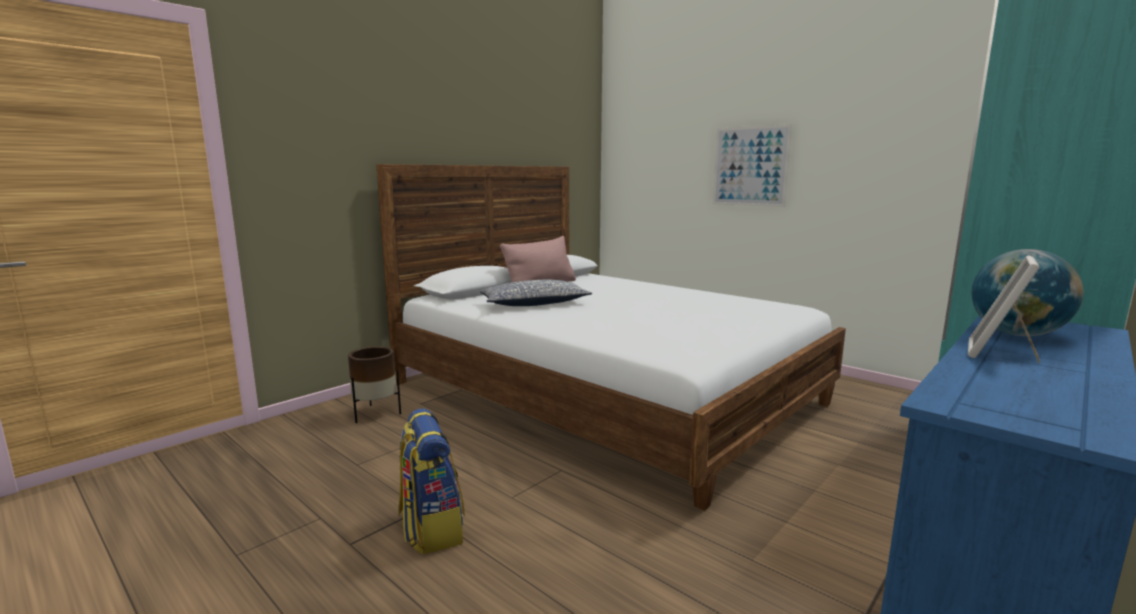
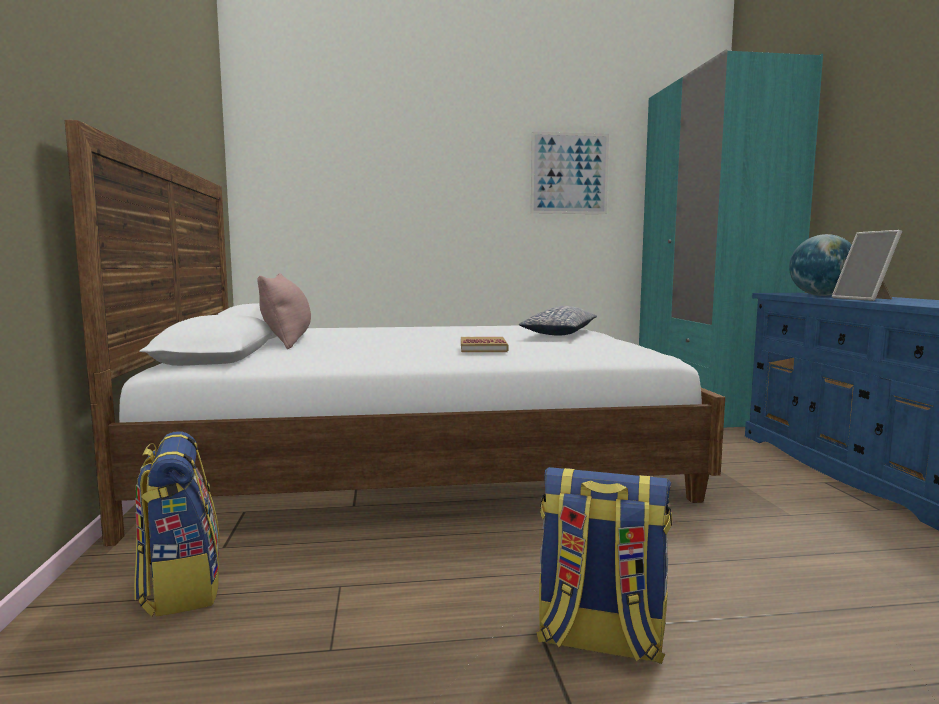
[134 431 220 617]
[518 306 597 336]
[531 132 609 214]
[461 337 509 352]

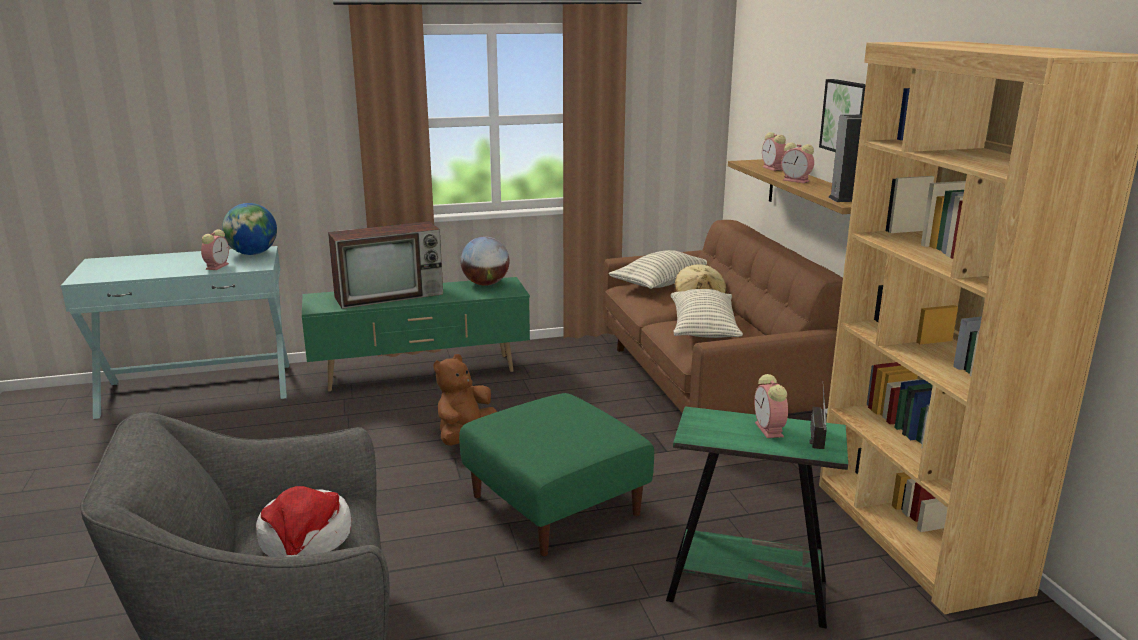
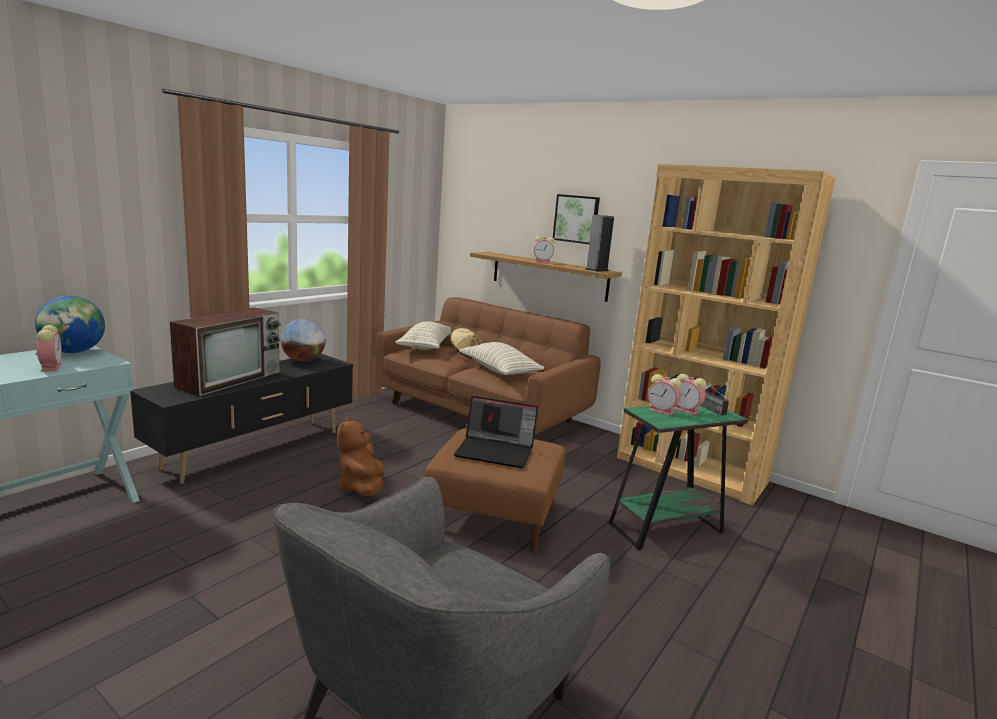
[256 486 351 557] (first image)
[130 354 353 484]
[425 428 566 551]
[648 374 682 416]
[454 396 538 468]

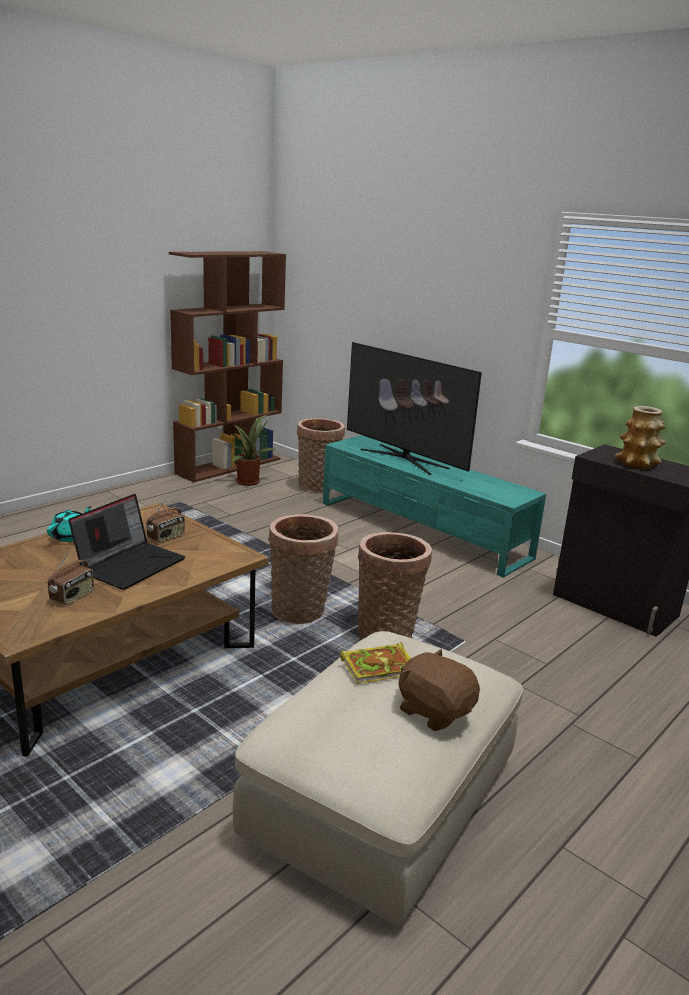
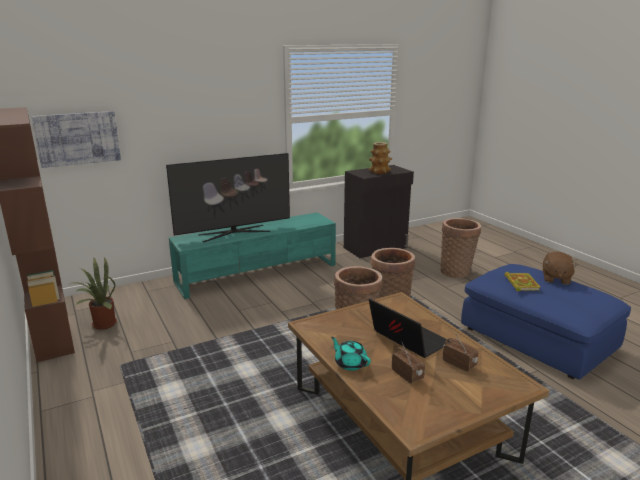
[392 343 425 384]
[461 264 631 380]
[441 218 481 278]
[543 251 578 285]
[31 111 121 168]

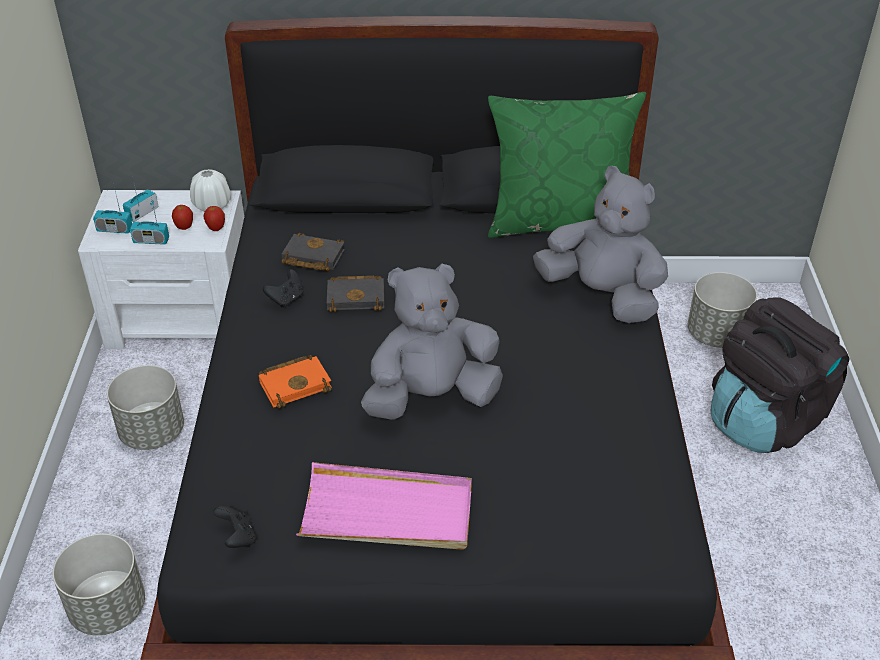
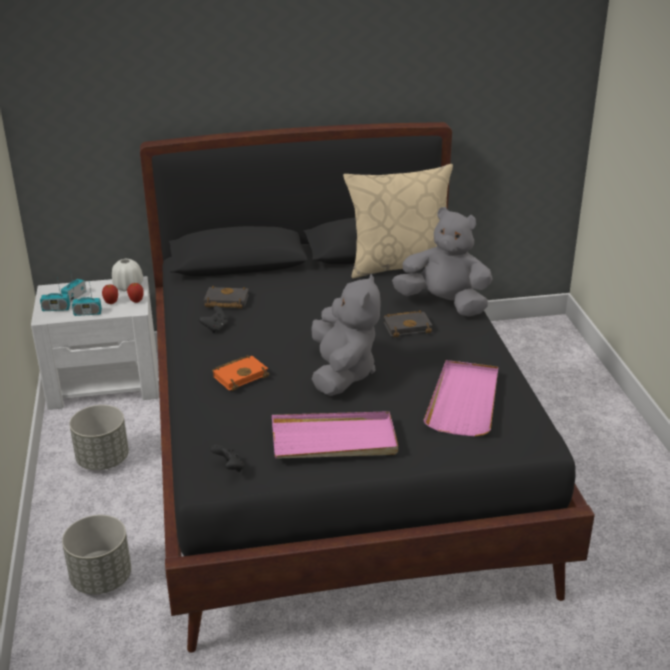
[384 310 432 337]
[311 274 381 396]
[343 164 453 278]
[688 272 757 348] (first image)
[711 297 850 453] (first image)
[423 360 498 437]

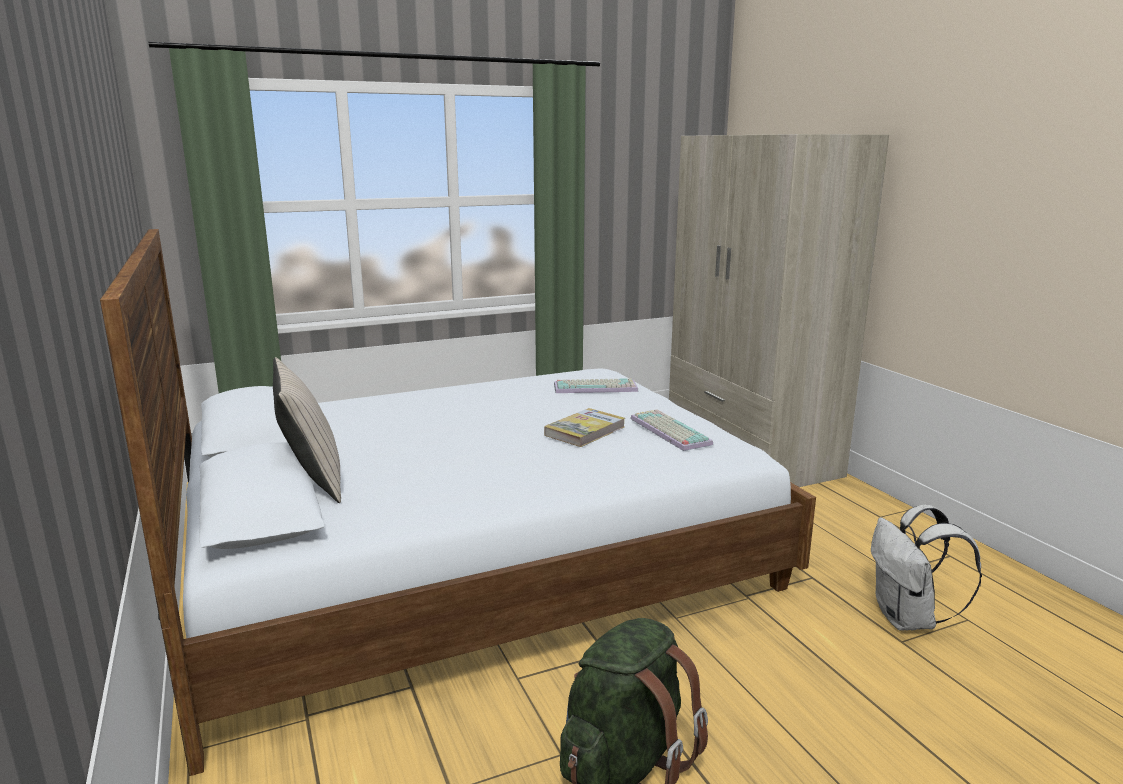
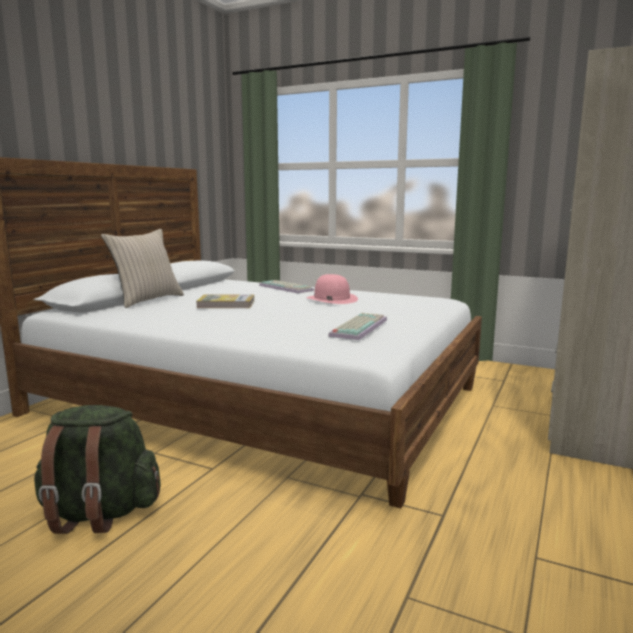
[196 295 254 308]
[259 280 314 293]
[871 505 982 631] (first image)
[306 274 358 304]

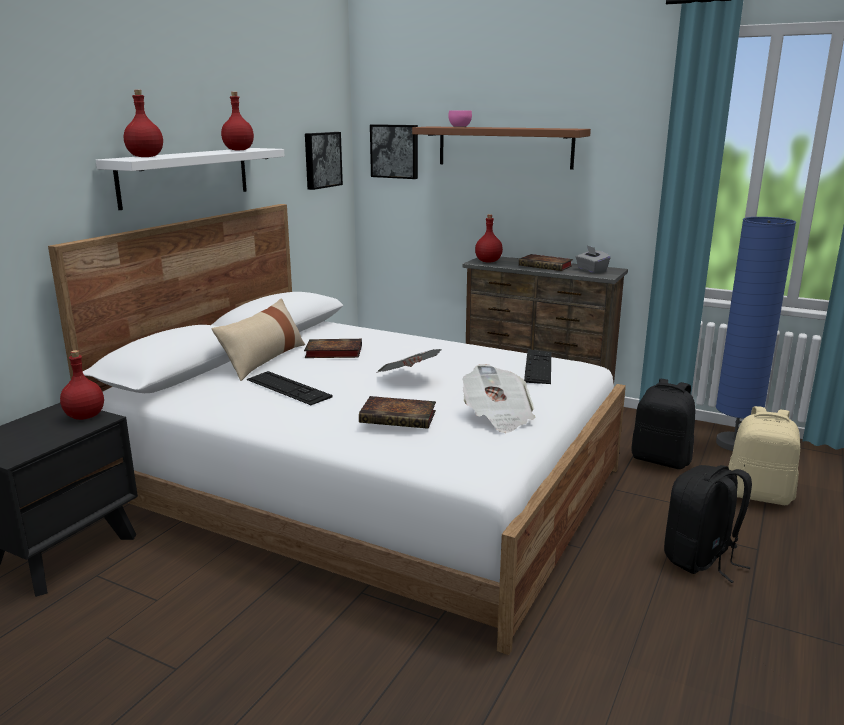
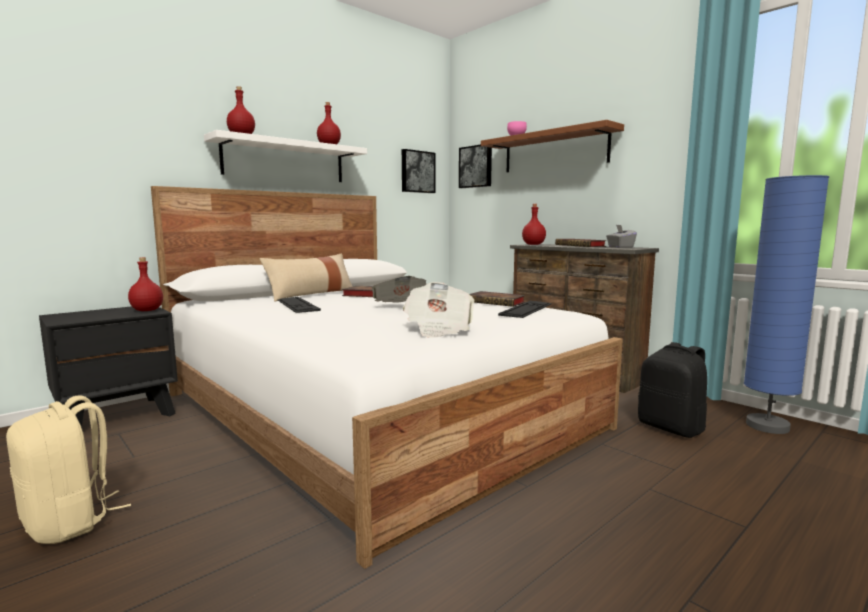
[469 291 526 307]
[664 465 752 583] (first image)
[6 395 131 544]

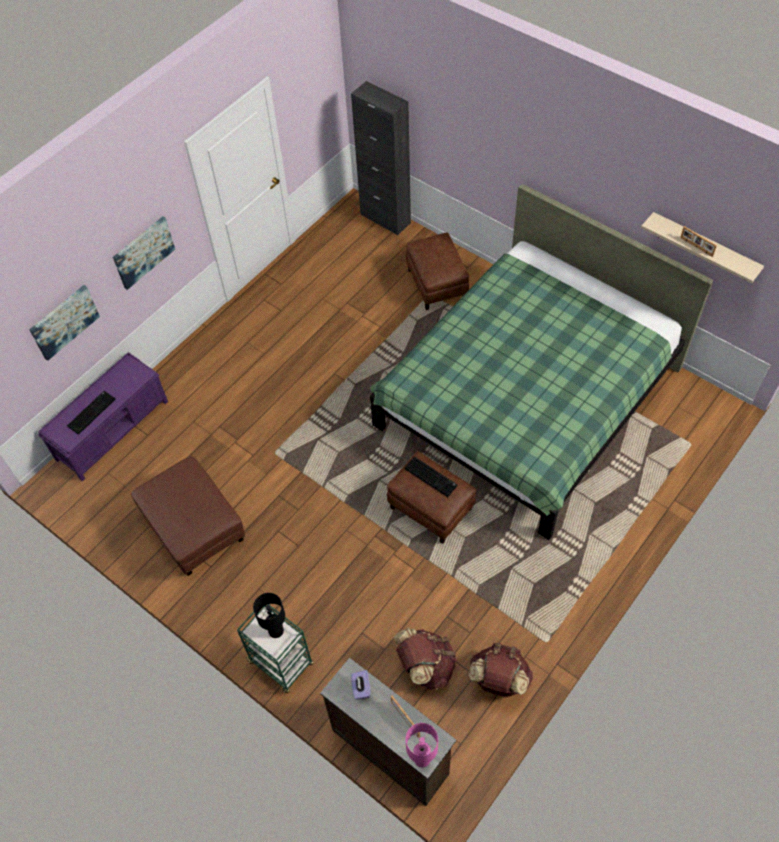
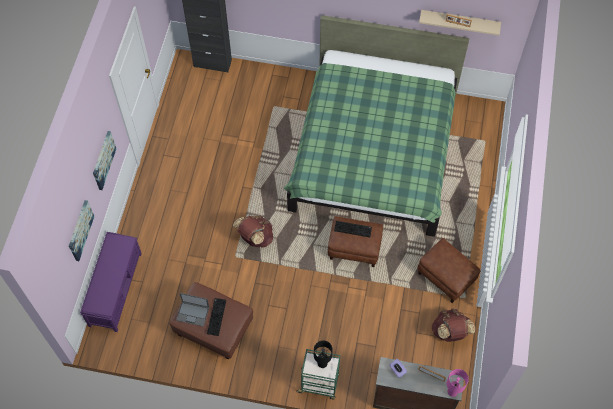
[207 298 226 336]
[233 215 273 247]
[417 238 481 303]
[176 293 209 327]

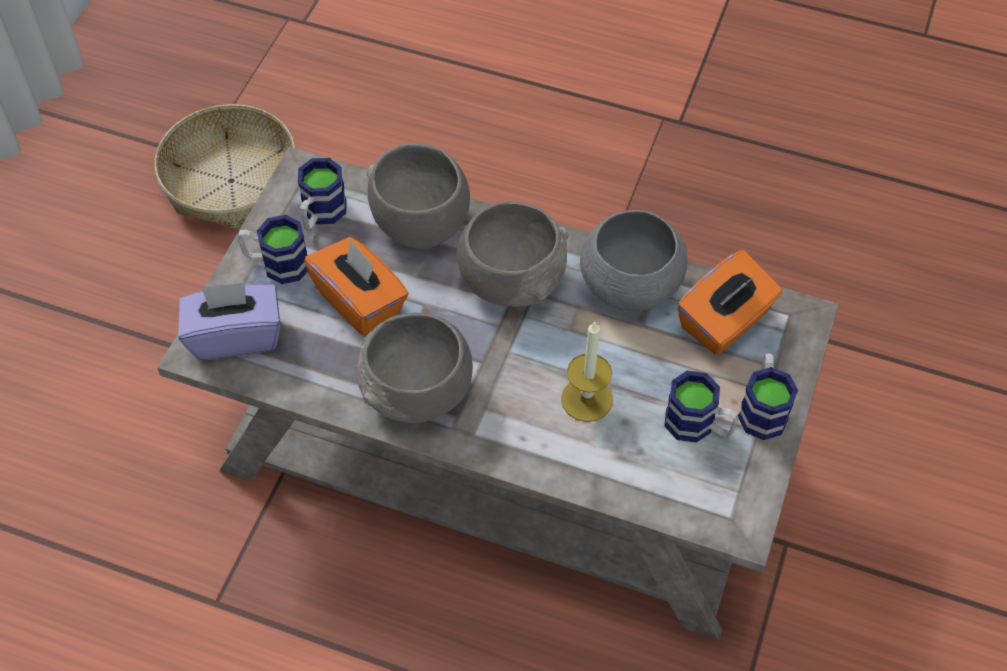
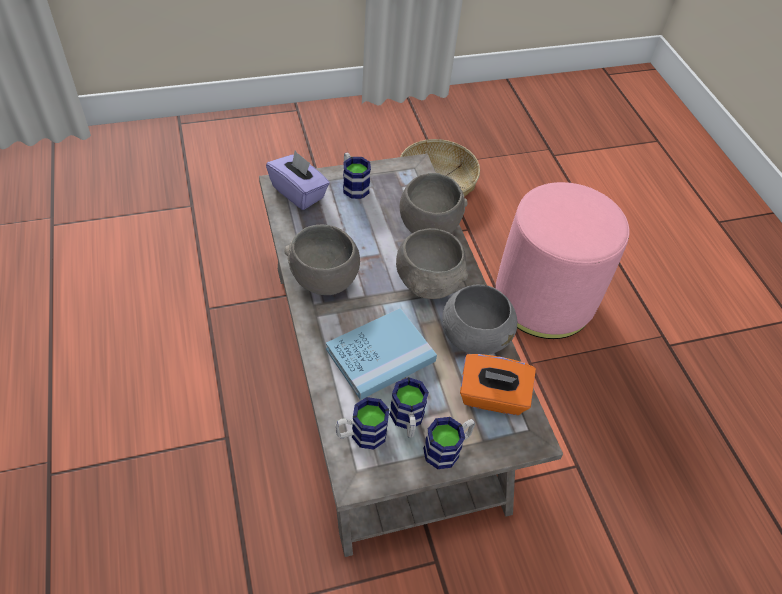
[335 397 390 450]
[304 237 409 336] (first image)
[326 308 437 400]
[496 182 630 339]

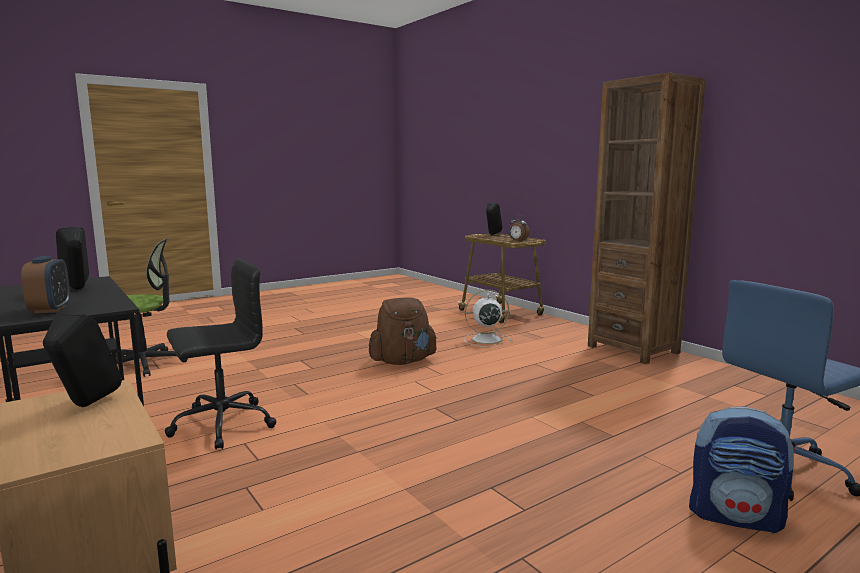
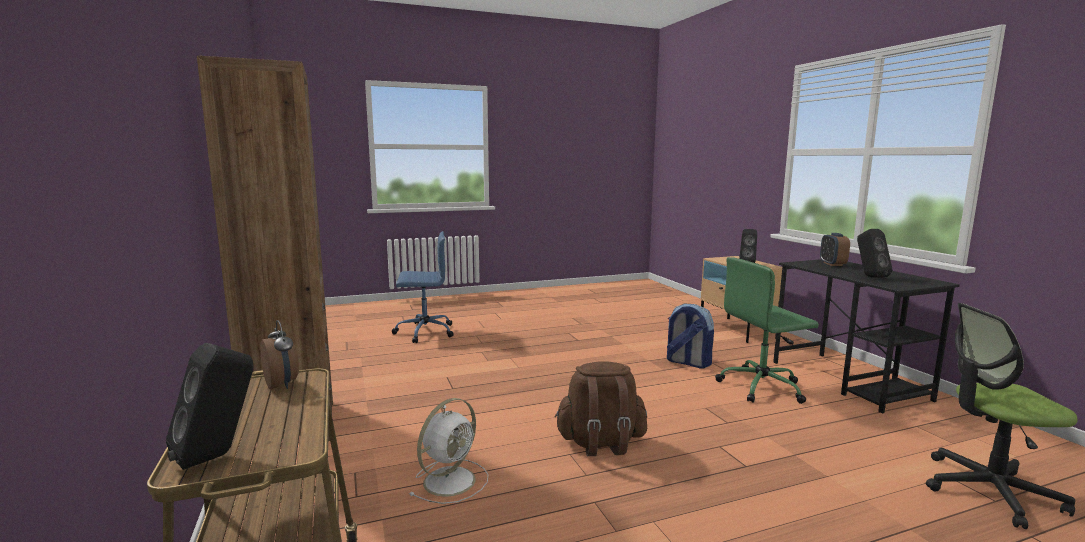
[715 257 819 404]
[409 398 488 504]
[667 304 714 368]

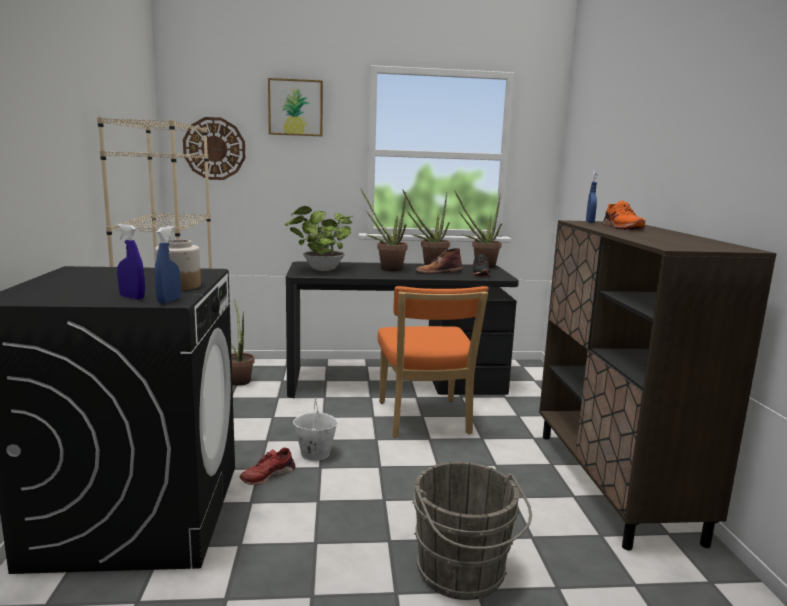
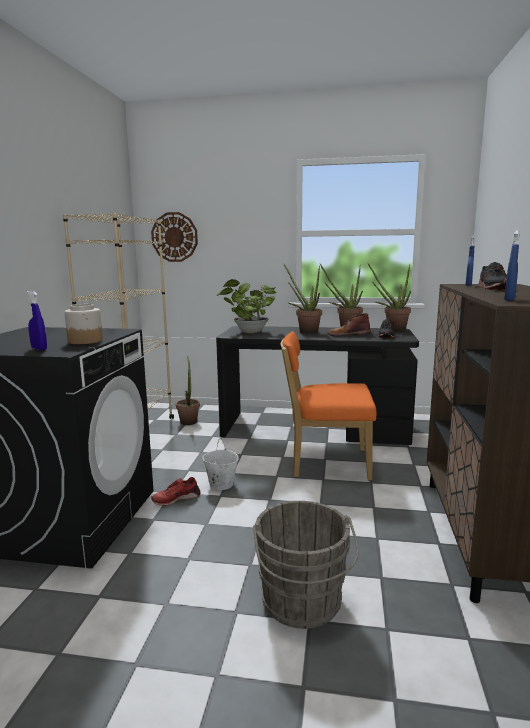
[504 230 520 301]
[268 78 323 136] (first image)
[281 331 377 481]
[478 262 507 290]

